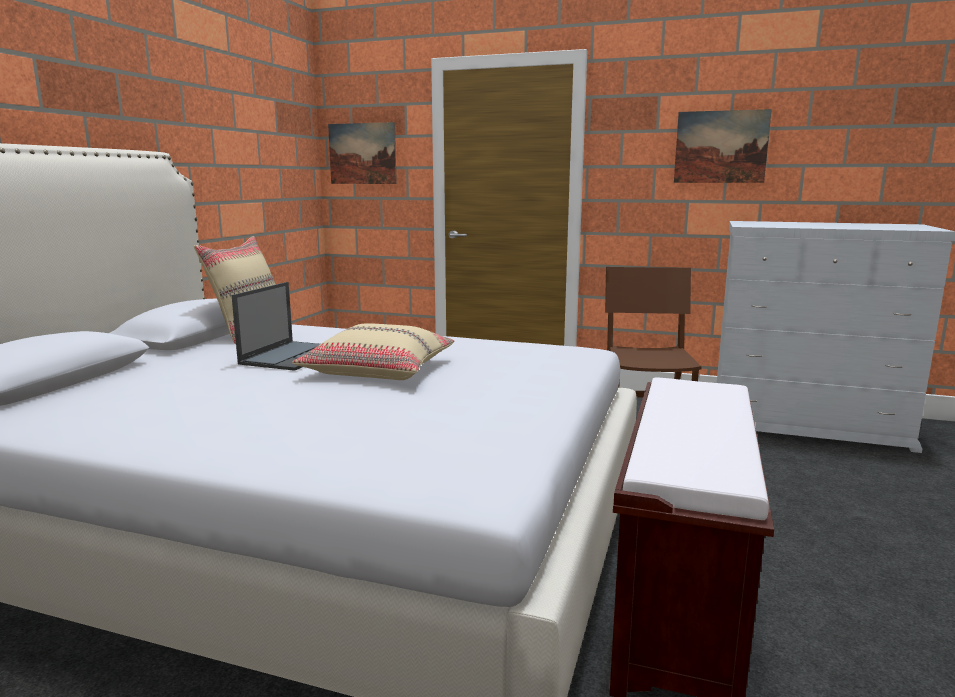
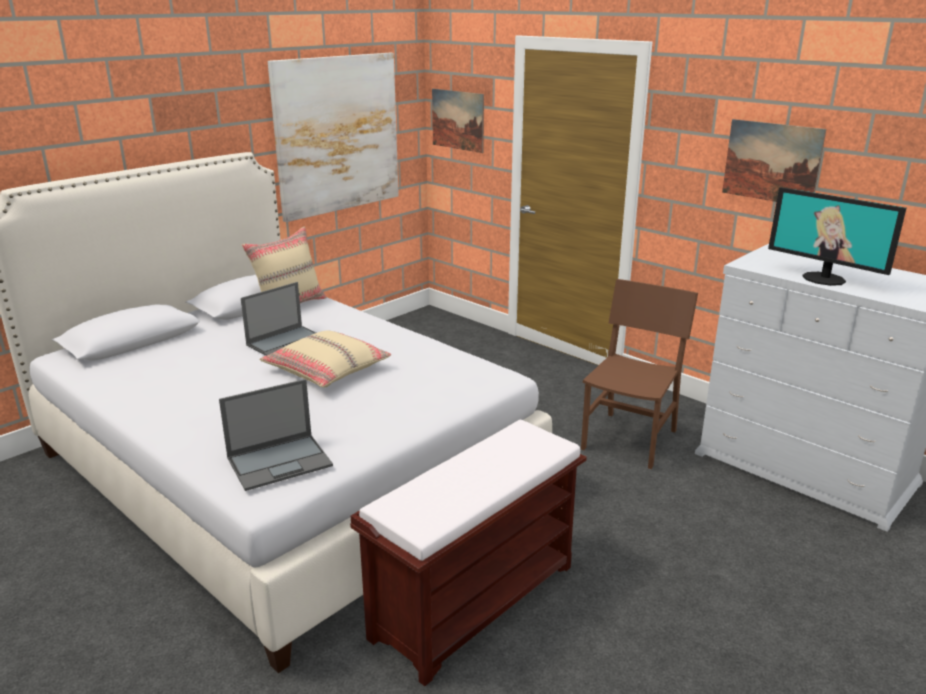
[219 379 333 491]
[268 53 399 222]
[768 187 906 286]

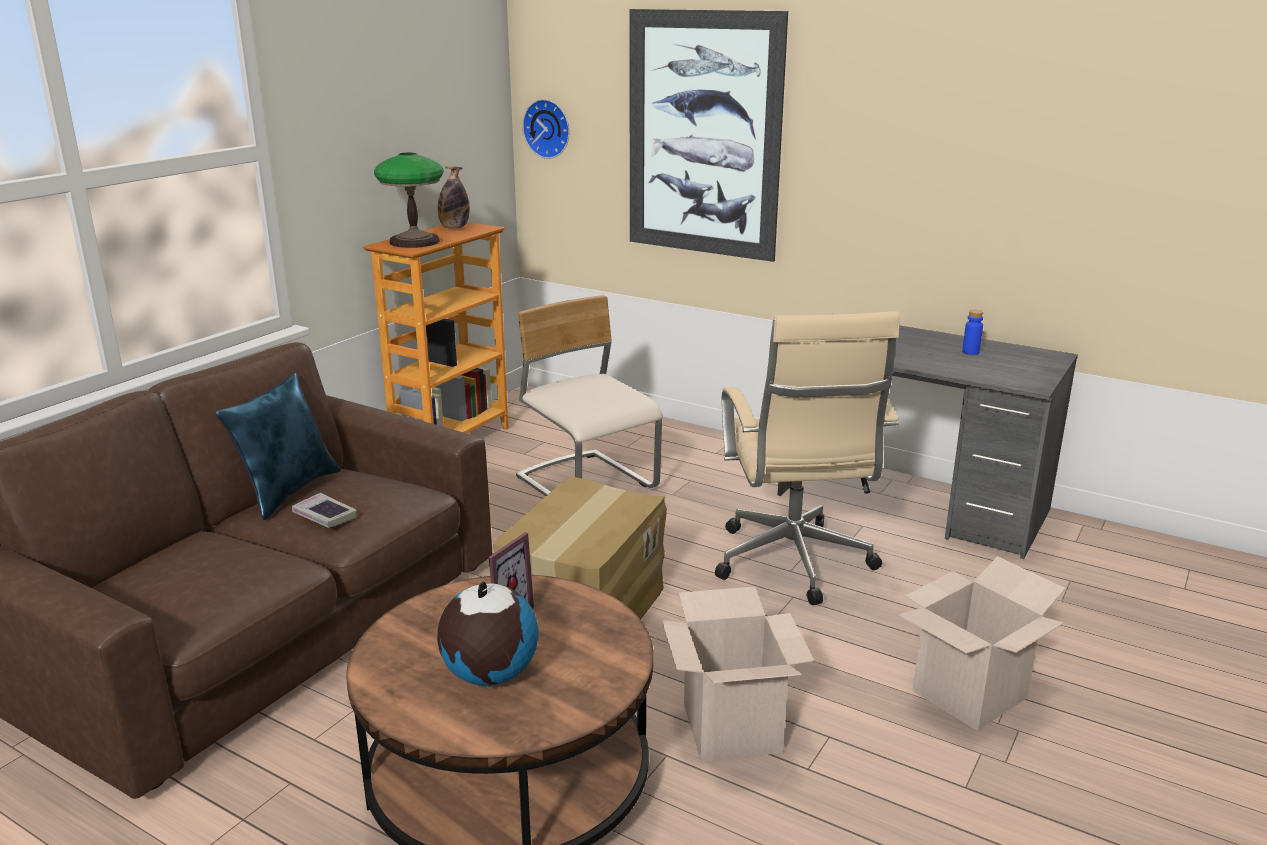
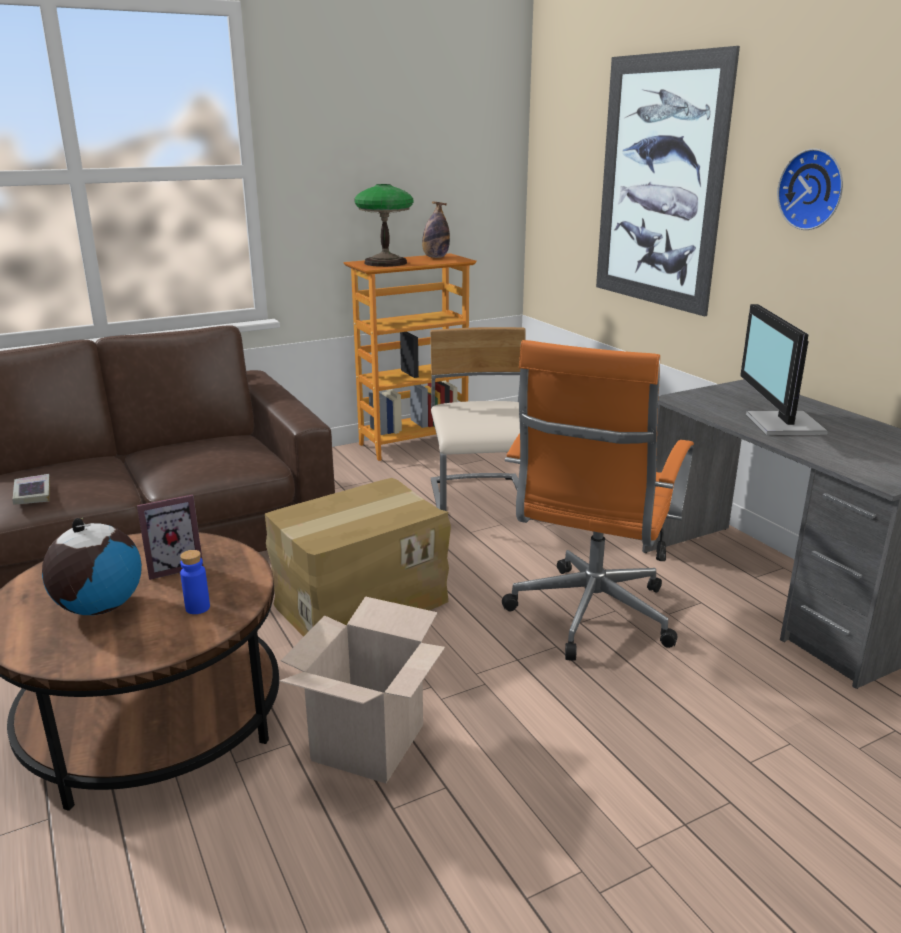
[215 373 341 520] (first image)
[12 474 50 504]
[777 149 843 230]
[502 340 694 661]
[898 556 1066 731] (first image)
[180 550 210 614]
[740 304 828 435]

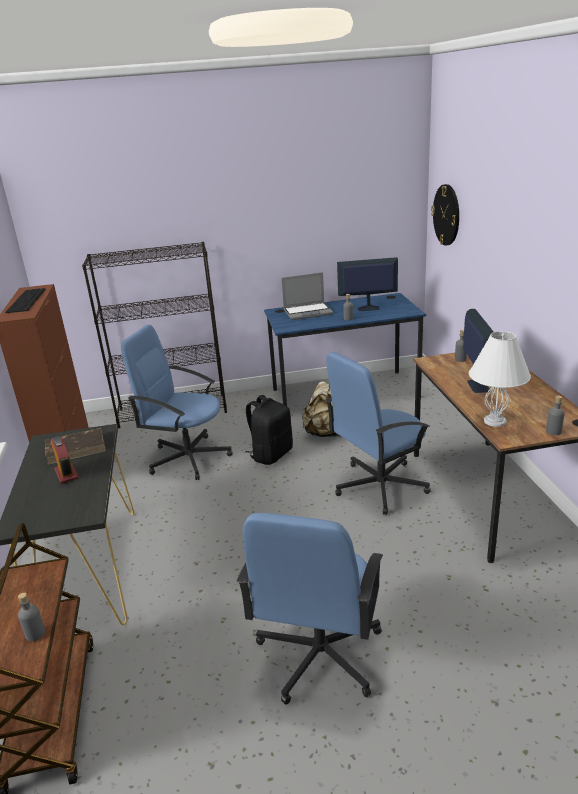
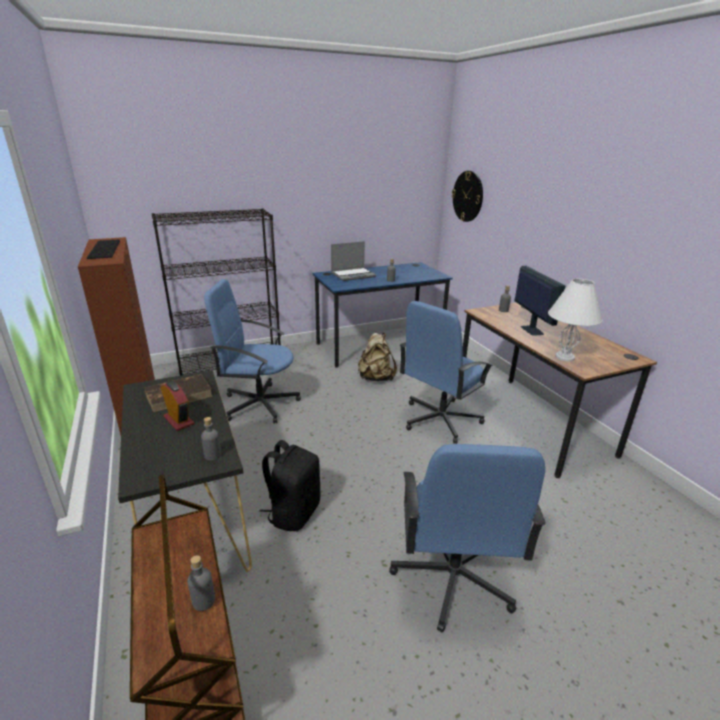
[259 440 320 531]
[337 257 398 311] (first image)
[201 417 221 461]

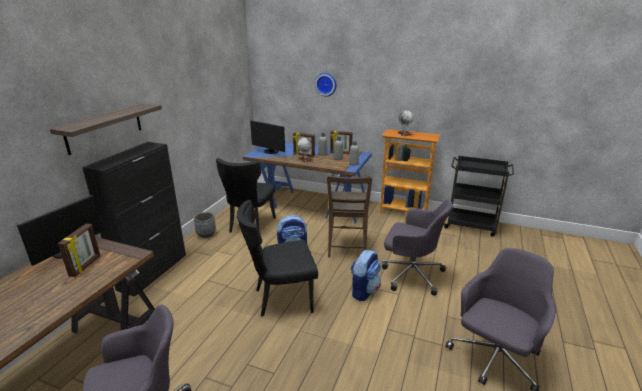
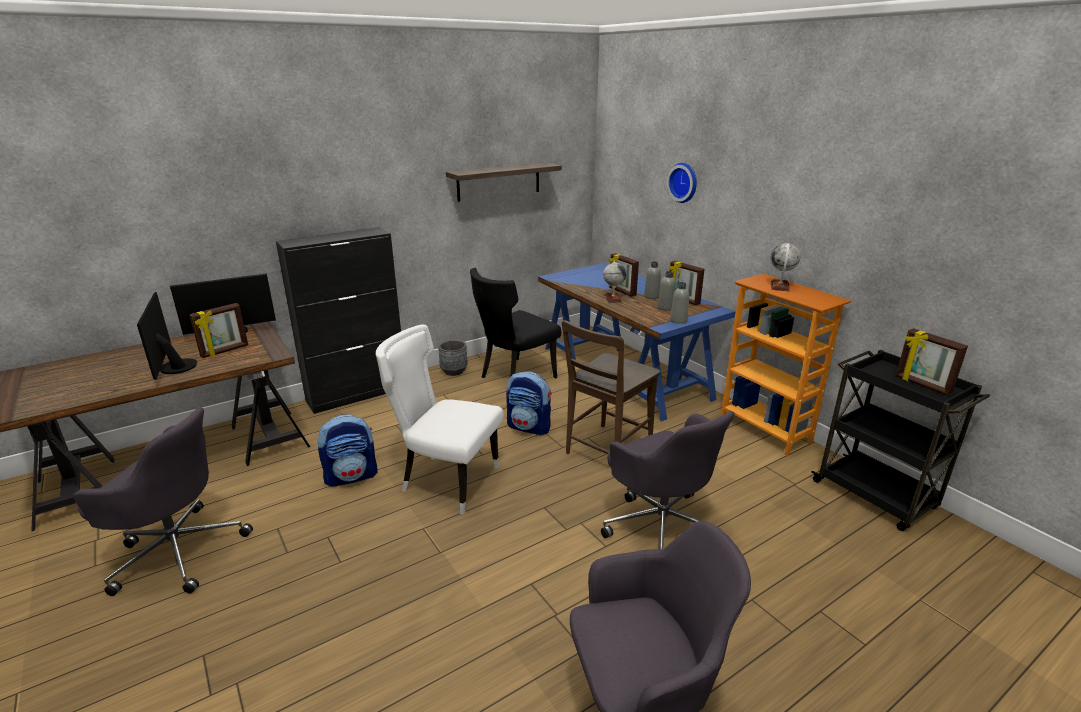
[446 163 562 202]
[376 325 504 515]
[137 291 197 380]
[317 414 377 487]
[896 328 968 396]

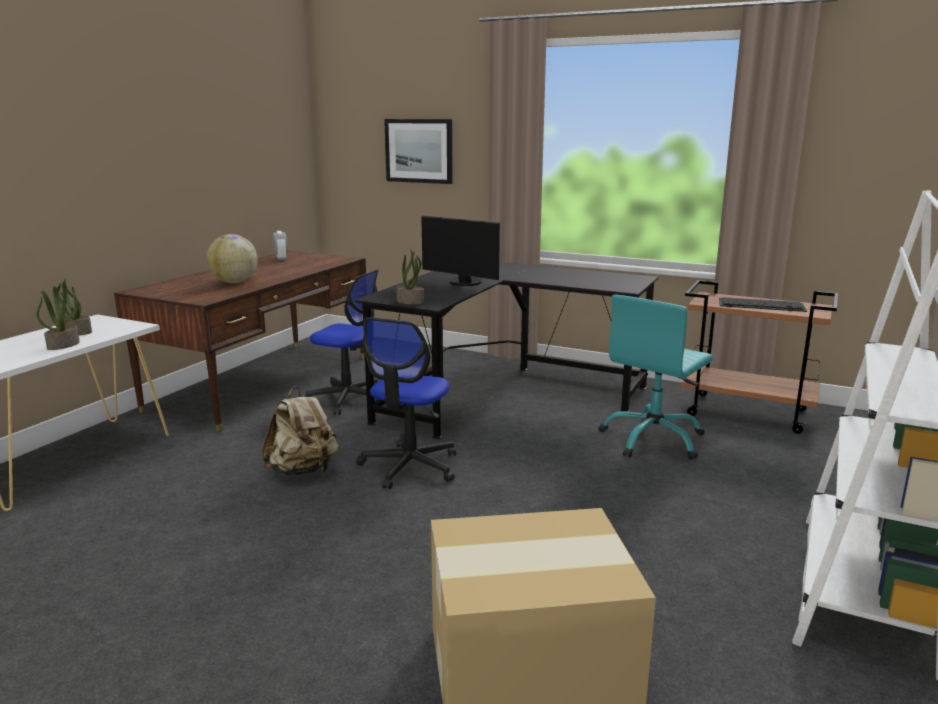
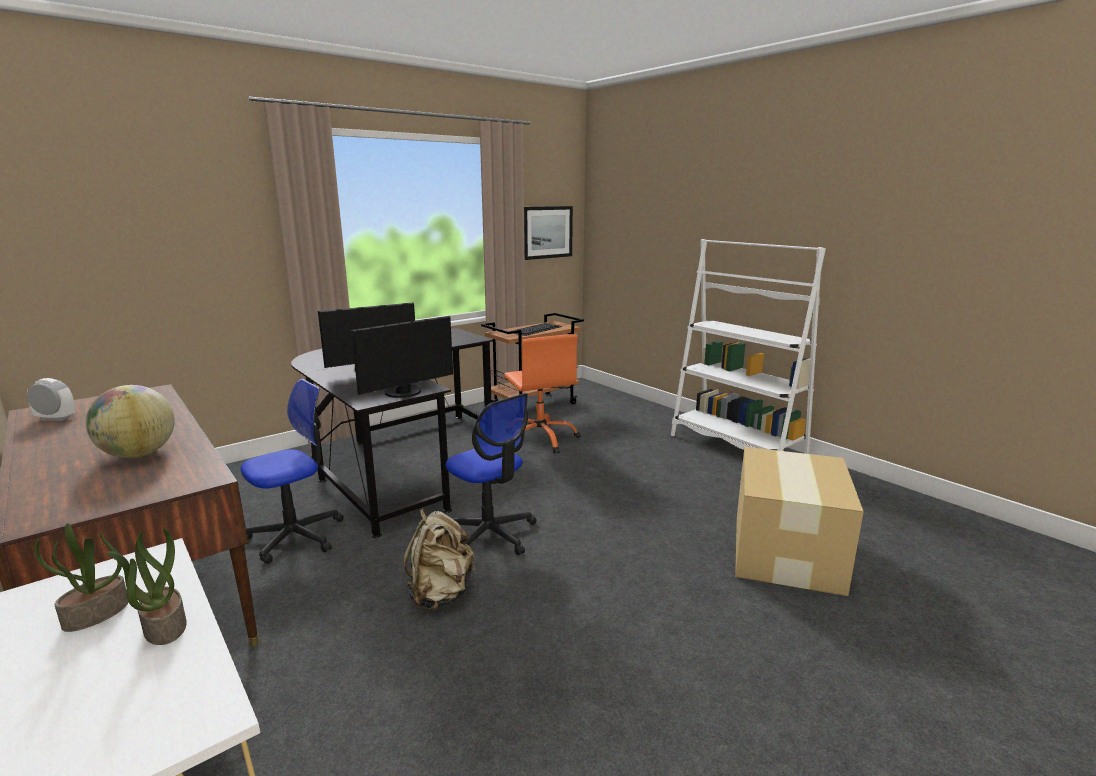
[524 206 573 260]
[351 316 453 398]
[504 334 581 454]

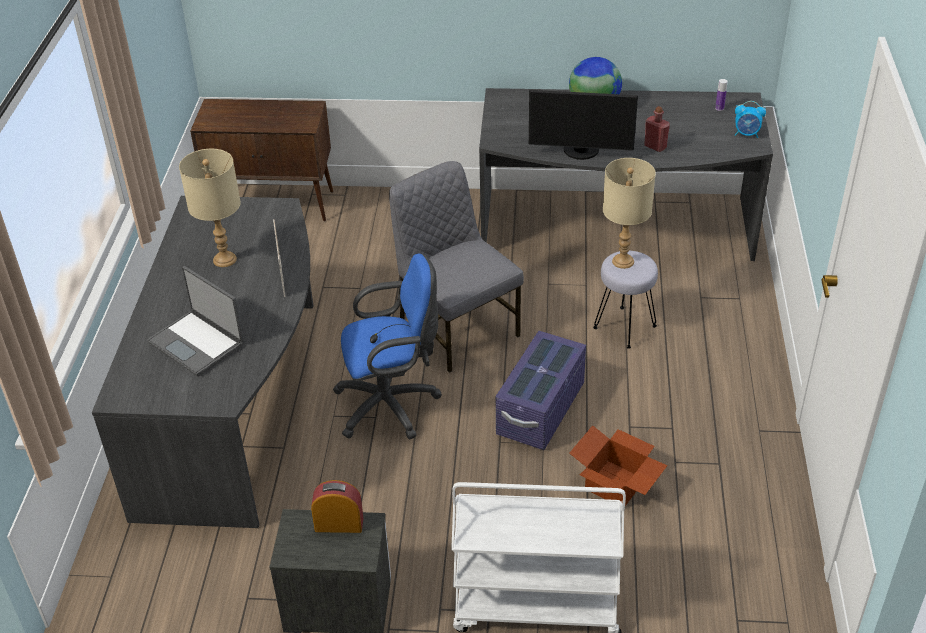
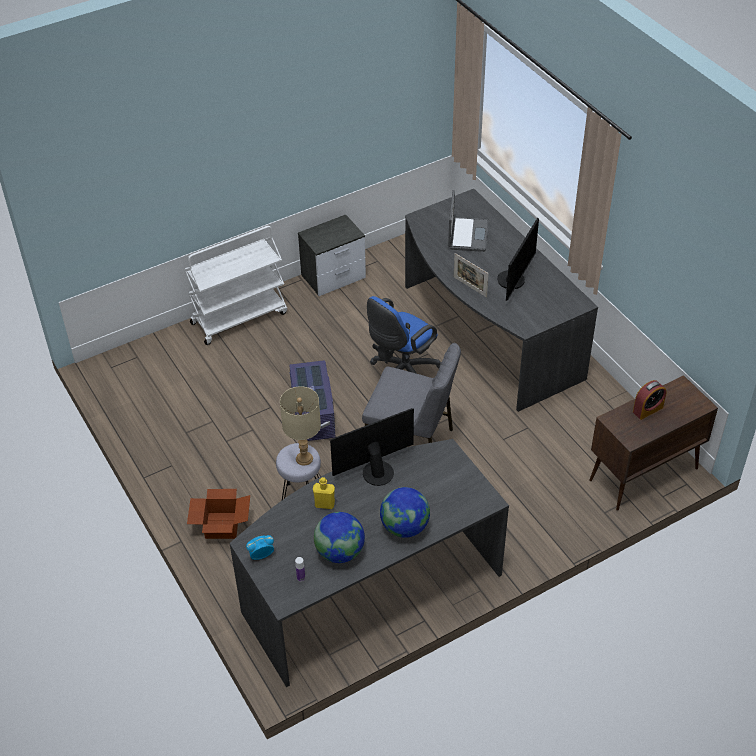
[448 190 488 252]
[497 217 539 301]
[633 380 667 420]
[187 489 250 539]
[313 477 335 509]
[314 512 365 563]

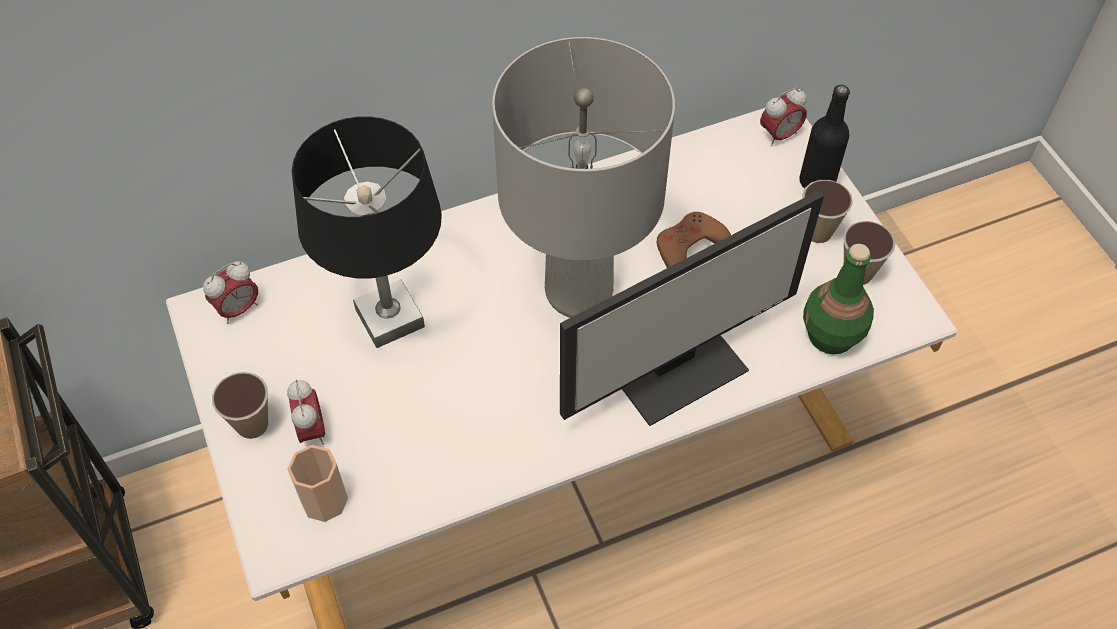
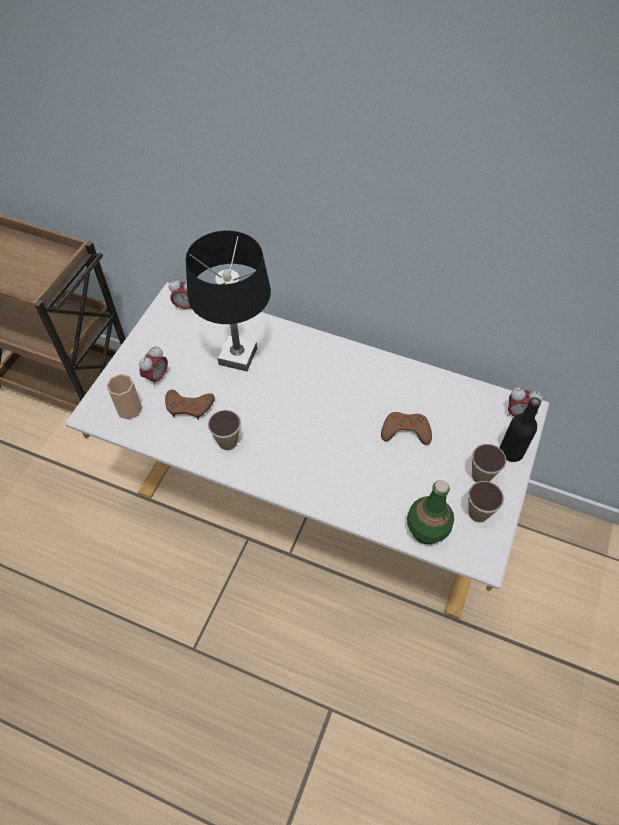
[208 410 241 450]
[492 37 675 318] (first image)
[560 190 824 426] (first image)
[165 390 215 420]

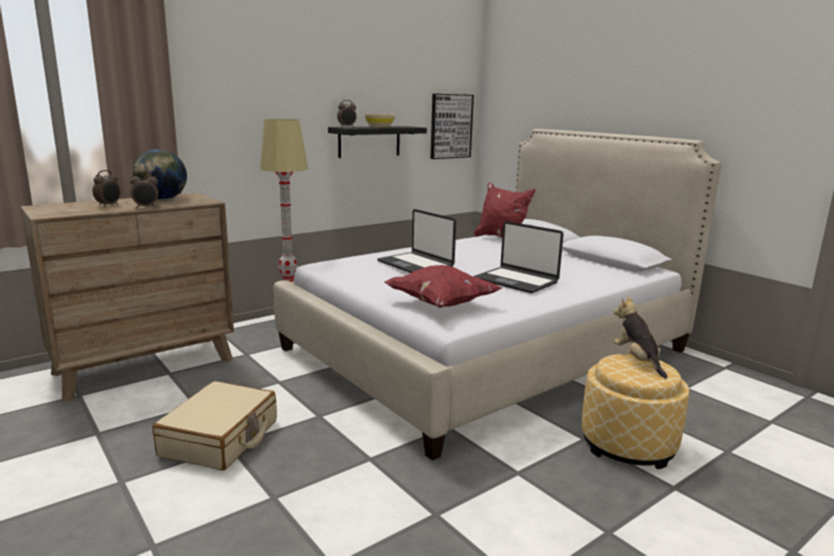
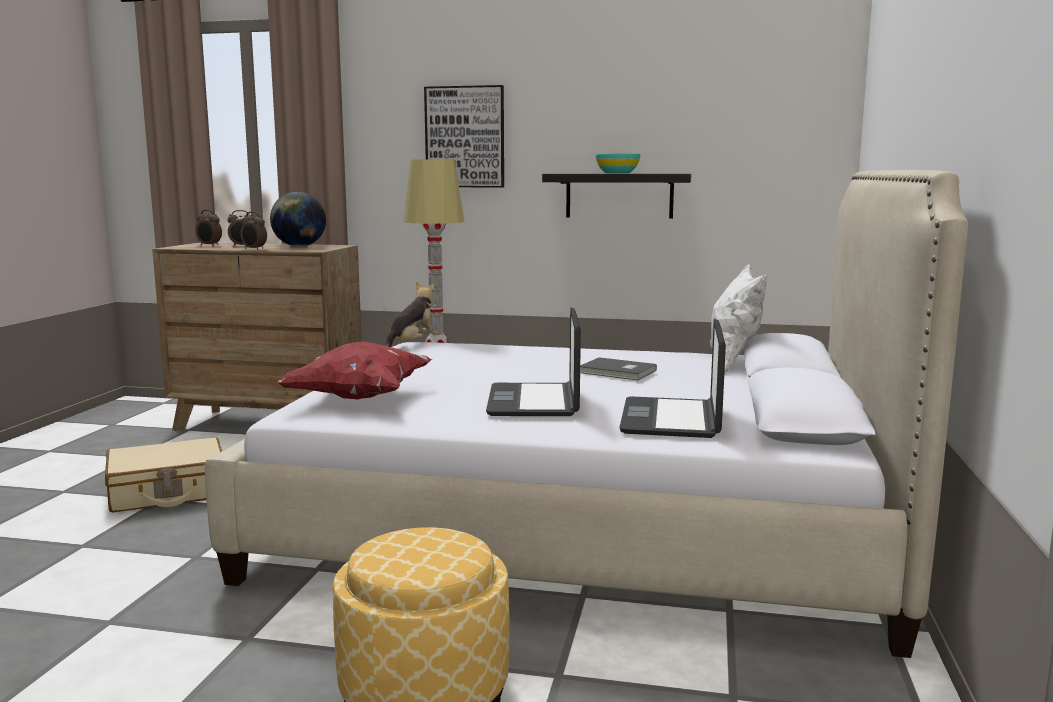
[196 210 222 246]
[596 154 640 173]
[619 319 726 438]
[424 85 504 187]
[710 265 767 373]
[385 282 440 347]
[580 357 657 380]

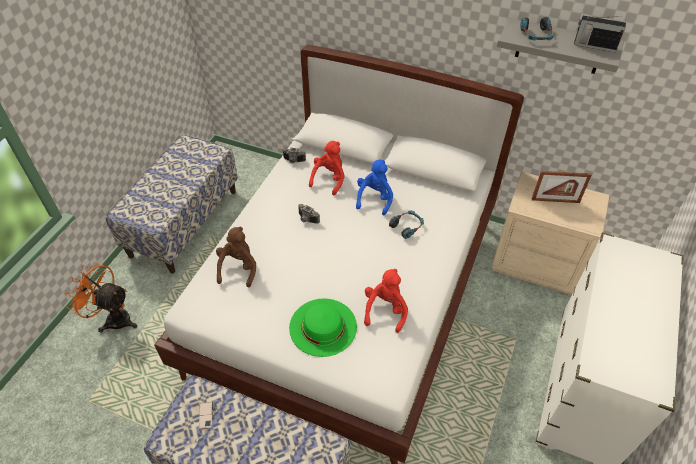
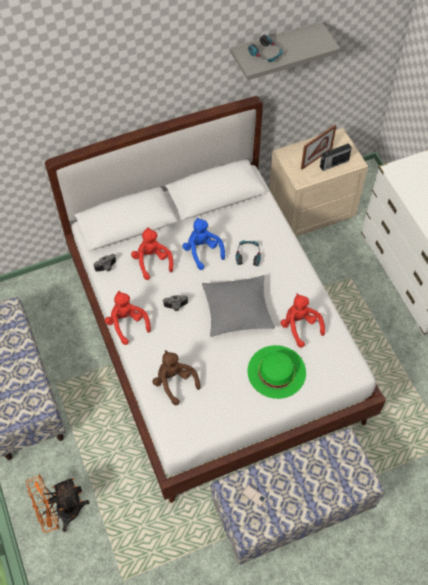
[320 143 352 171]
[105 291 151 345]
[202 275 275 337]

